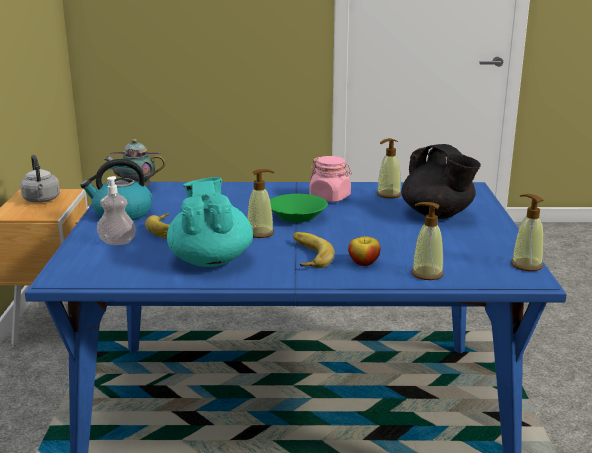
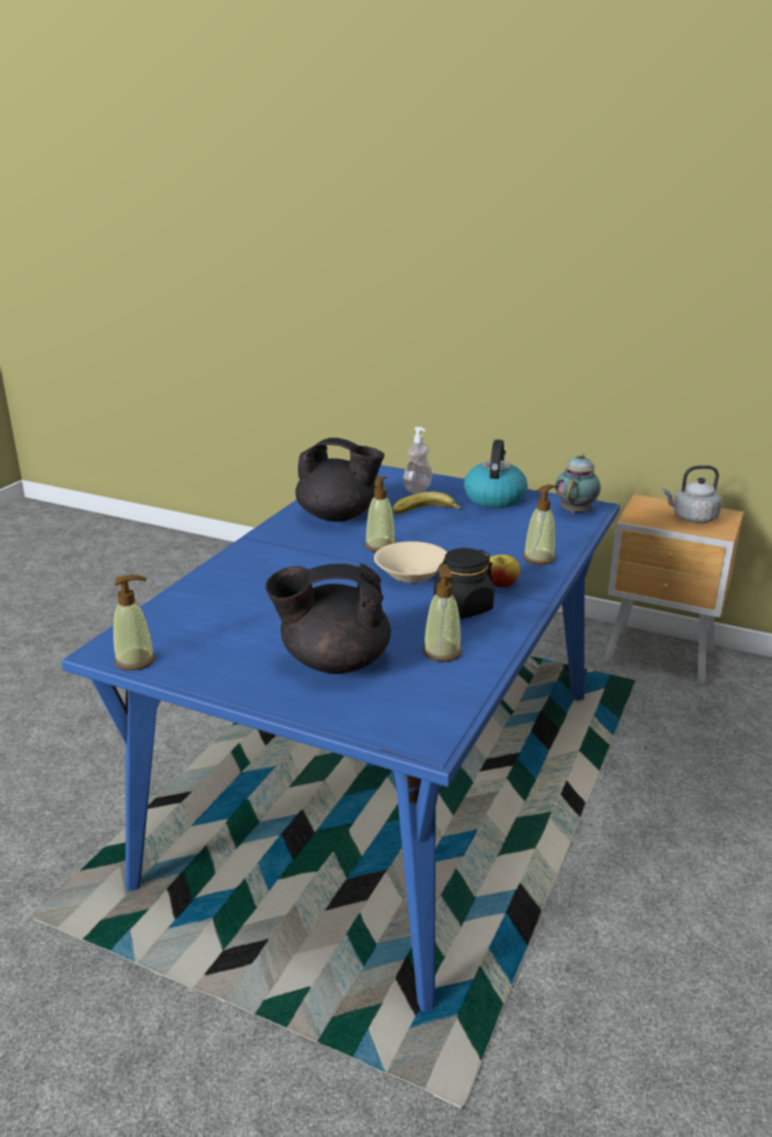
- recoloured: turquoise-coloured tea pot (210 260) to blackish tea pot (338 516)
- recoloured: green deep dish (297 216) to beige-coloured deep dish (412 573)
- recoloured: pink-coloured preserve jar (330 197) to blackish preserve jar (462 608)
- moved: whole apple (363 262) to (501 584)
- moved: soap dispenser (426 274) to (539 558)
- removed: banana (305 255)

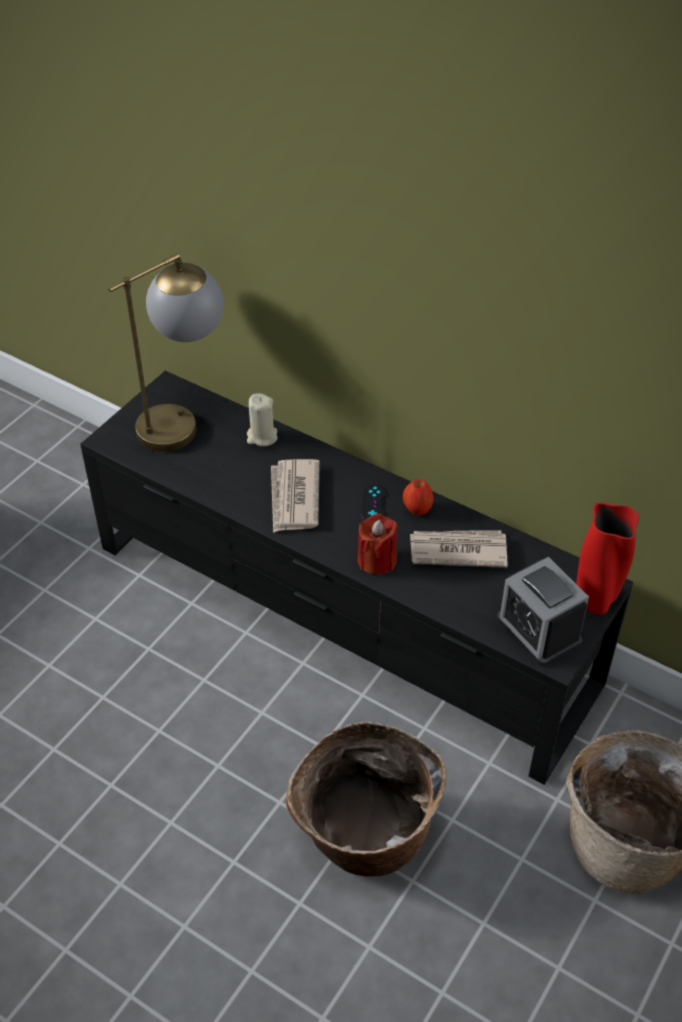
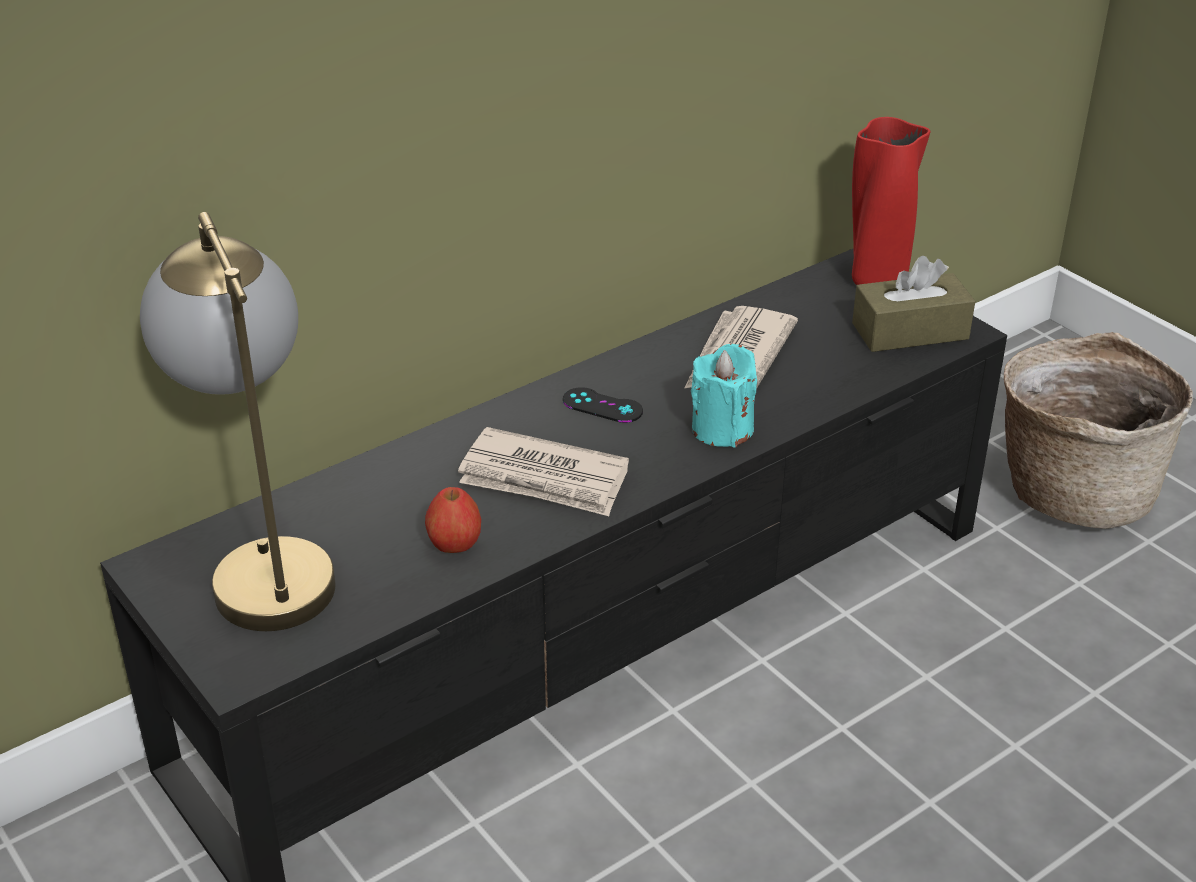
- moved: whole apple (417 509) to (454 546)
- recoloured: reddish candle (377 560) to turquoise-coloured candle (722 429)
- replaced: bedside clock (538 630) to brown-coloured tissue box (910 331)
- removed: beige-coloured candle (262 437)
- removed: basket (364 838)

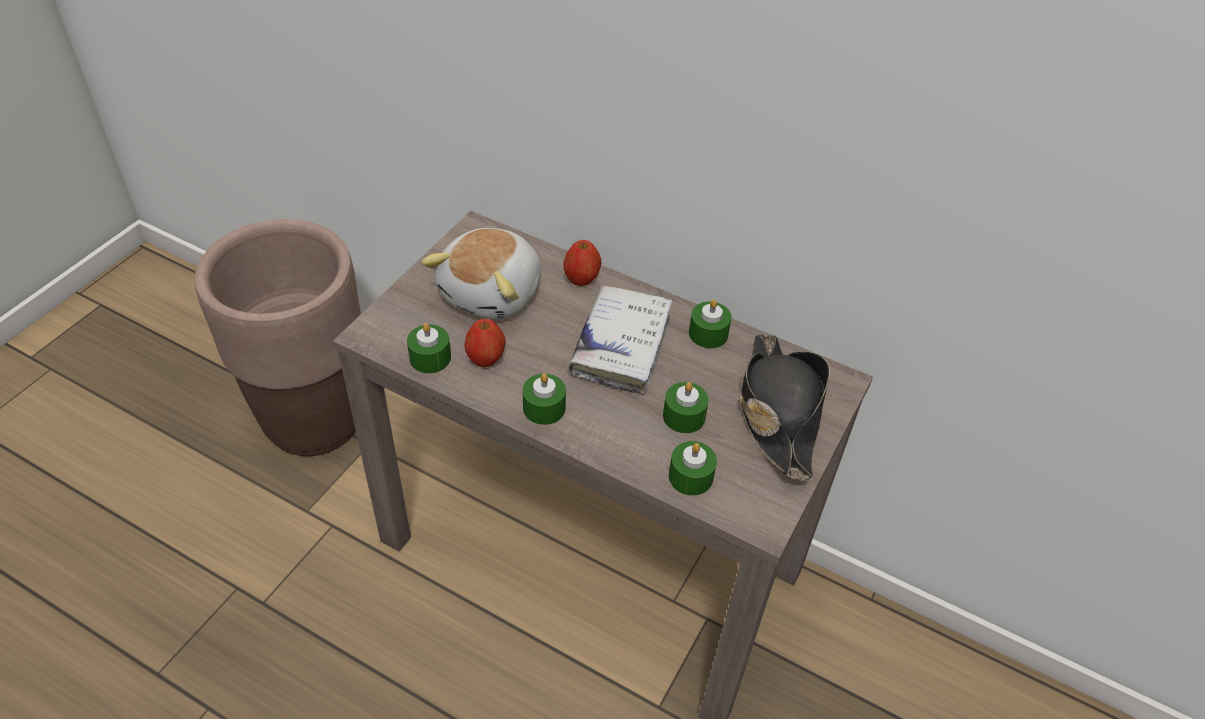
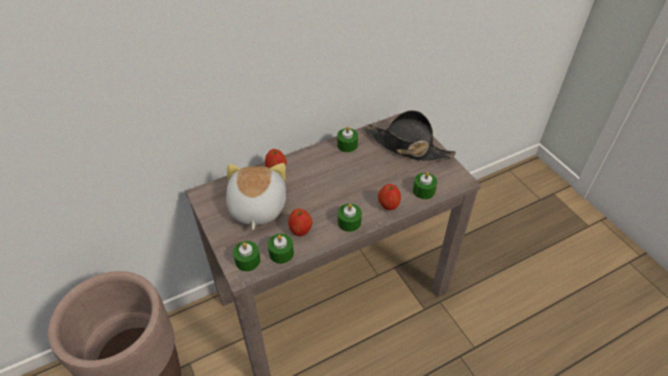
- turned: cuddly toy (493 293) = (256 208) 150 degrees counterclockwise
- moved: green candle (684 416) to (247 260)
- added: whole apple (388 205)
- removed: white-coloured bound book (621 346)

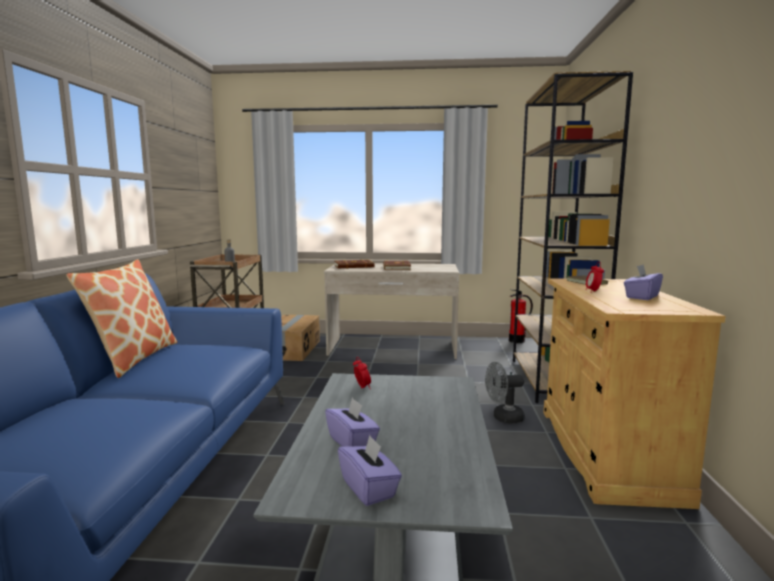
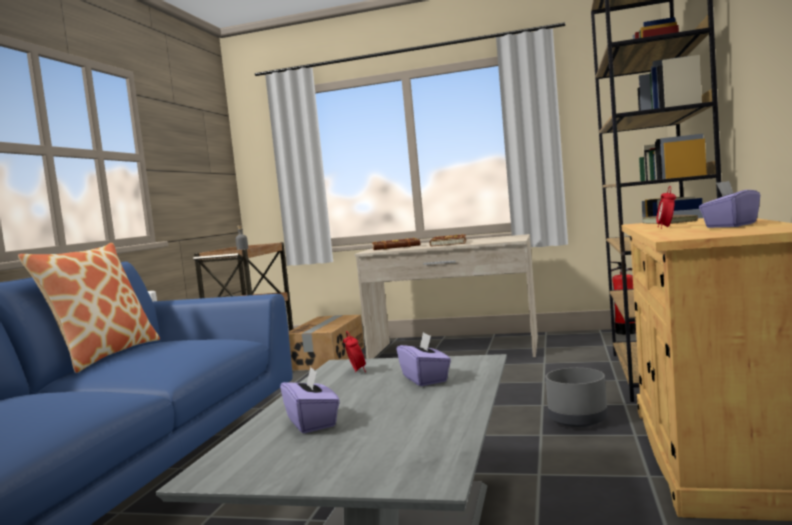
- moved: purple tissue box (369 488) to (425 379)
- replaced: gray cooling fan (503 418) to gray plant pot (578 420)

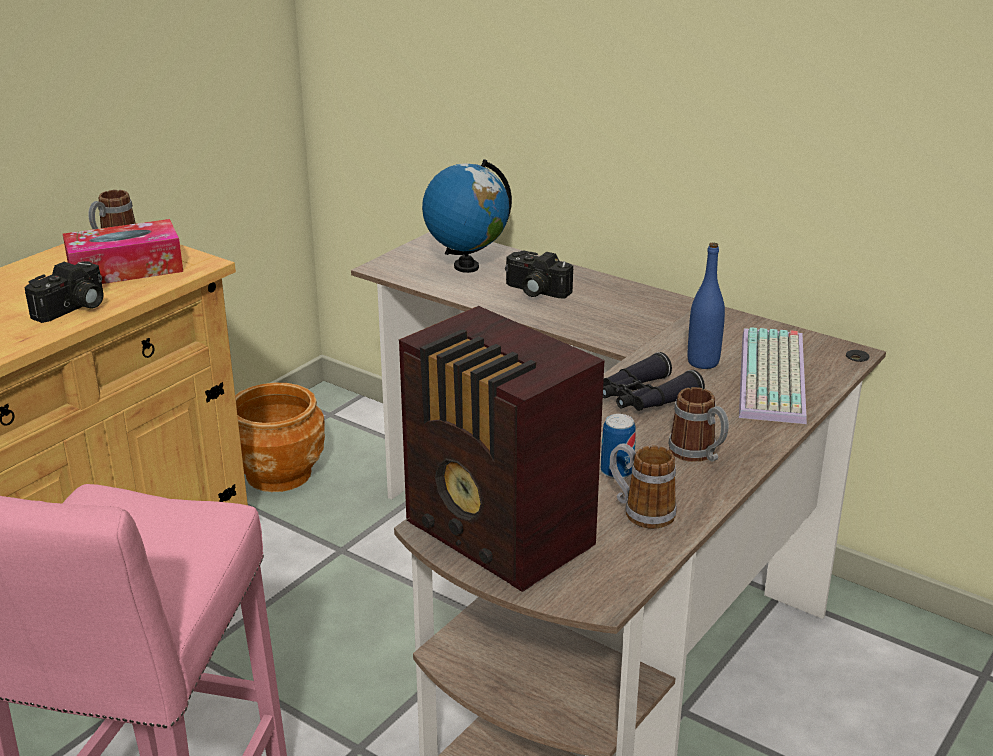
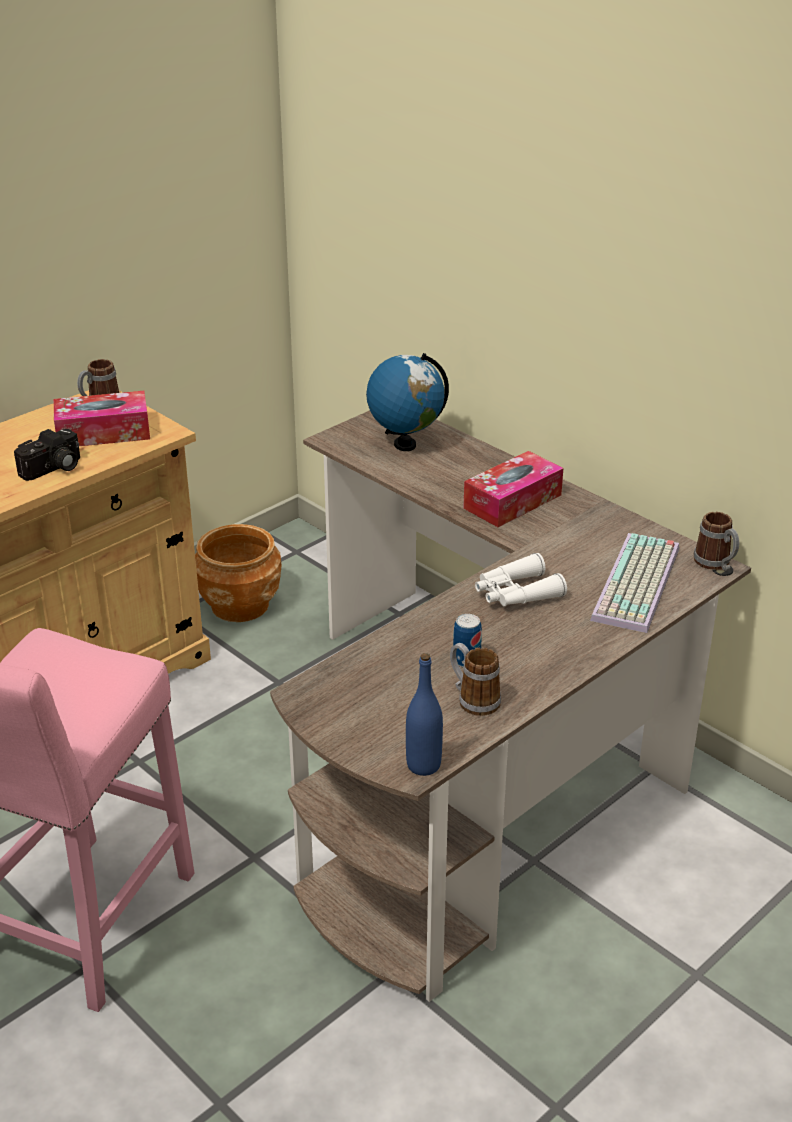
- moved: bluish drink bottle (703 362) to (423 765)
- added: tissue box (512 501)
- recoloured: blackish pair of binoculars (645 398) to white-coloured pair of binoculars (516 593)
- moved: tea mug (698 454) to (716 564)
- removed: radio (499 538)
- removed: photo camera (534 291)

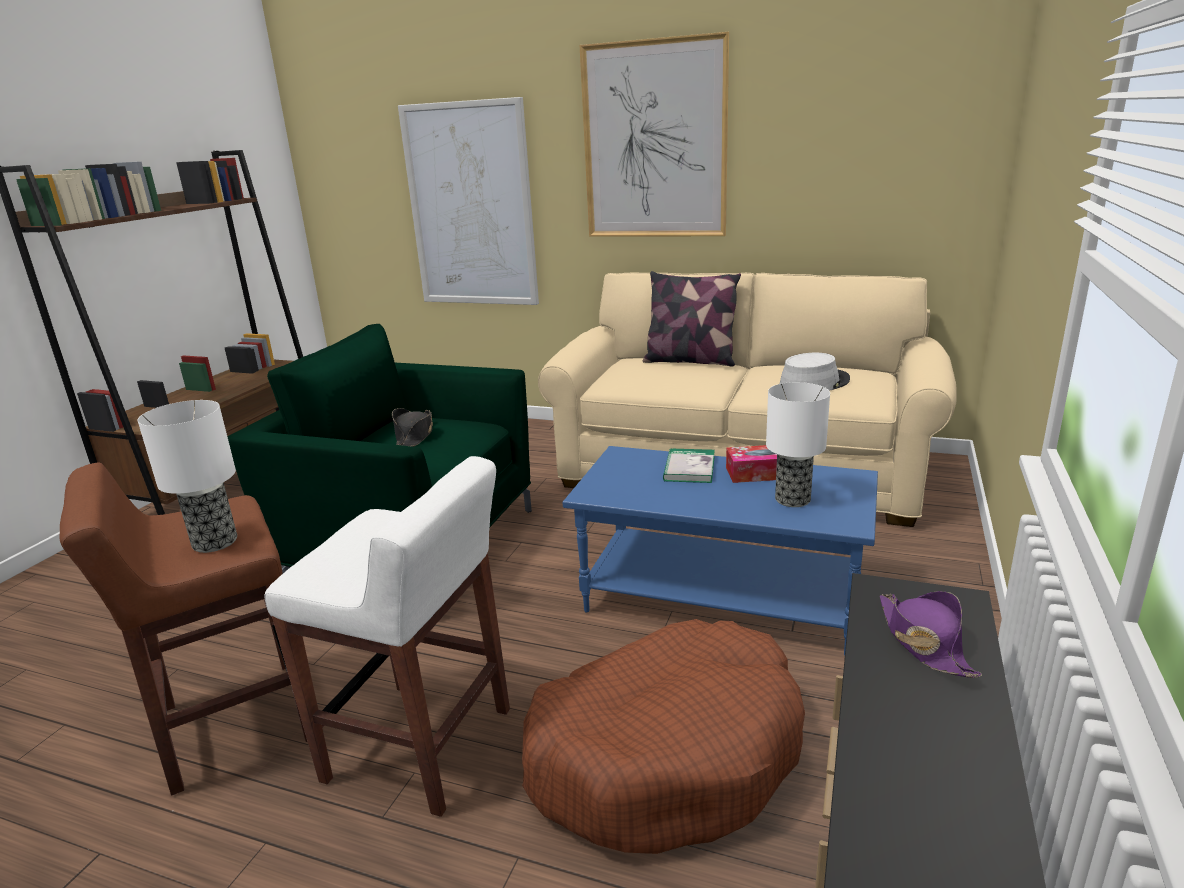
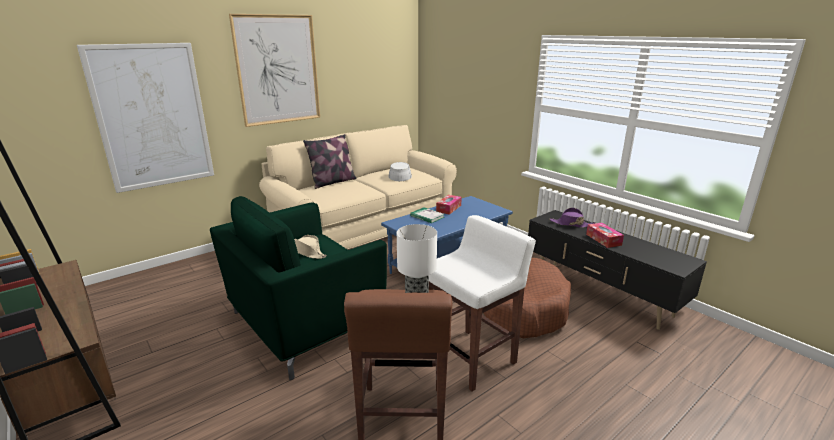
- recoloured: blackish wearable hat (414 436) to beige-coloured wearable hat (307 252)
- added: tissue box (603 239)
- removed: lamp for a table (792 499)

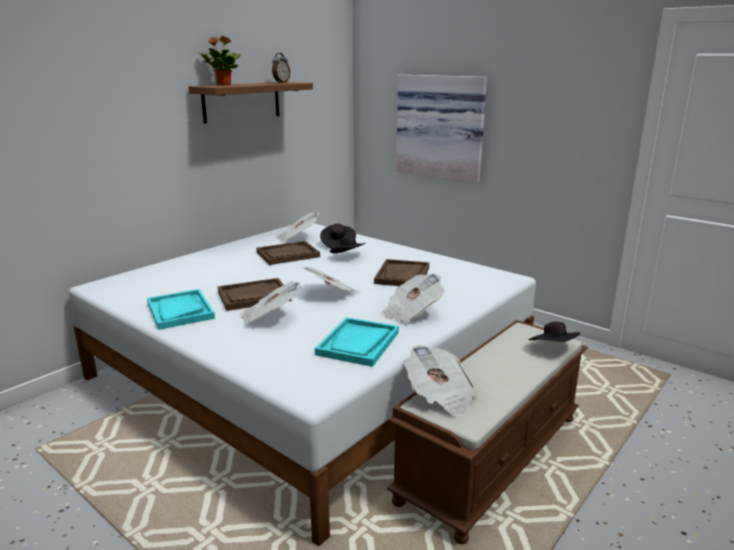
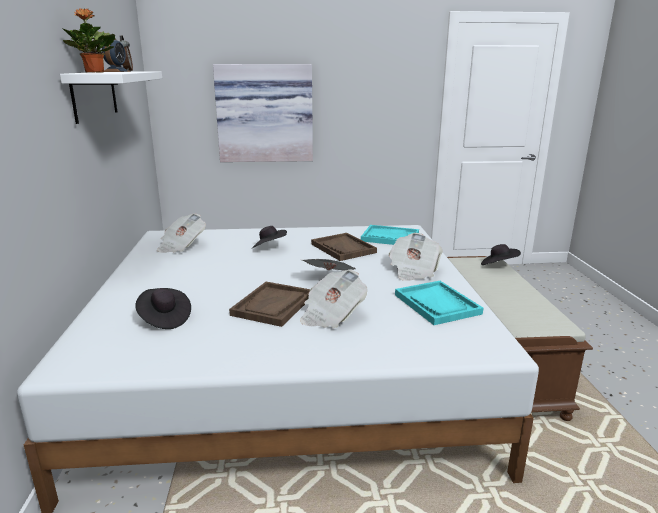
- recoloured: brown-coloured wall shelf (242 101) to white-coloured wall shelf (94 95)
- added: bedside clock (116 71)
- moved: blackish wearable hat (337 244) to (164 319)
- moved: turquoise-coloured tray (180 311) to (390 237)
- removed: brown-coloured tray (288 254)
- removed: printed paper (440 397)

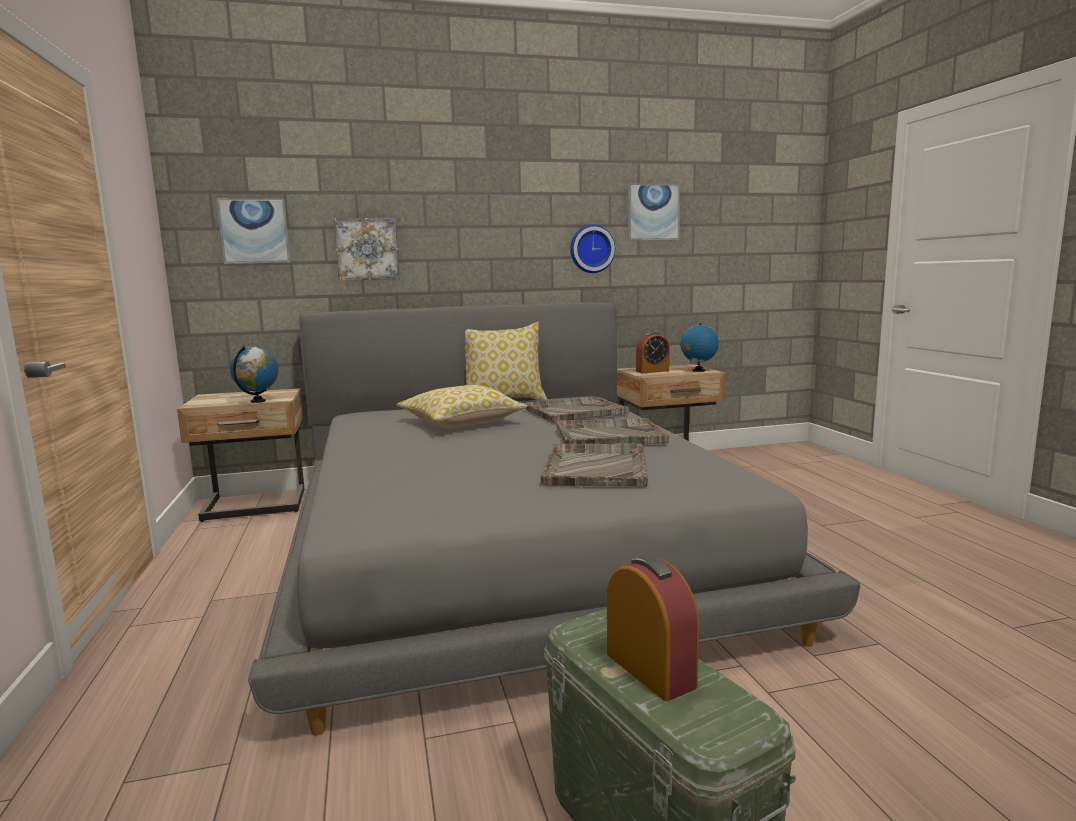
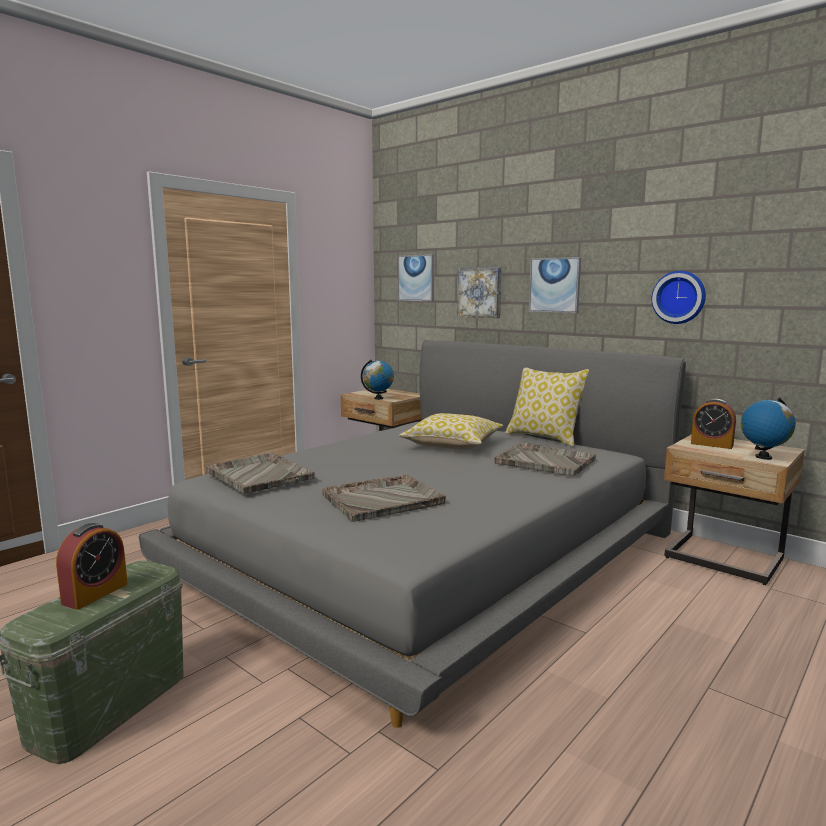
- moved: gray tray (608 435) to (259 474)
- moved: wall picture (652 212) to (555 285)

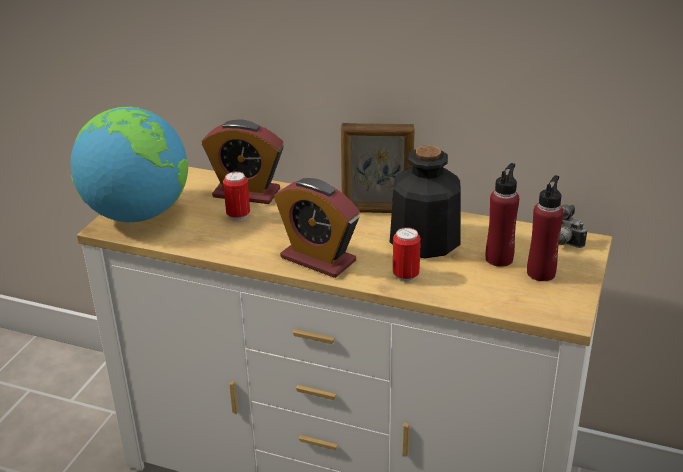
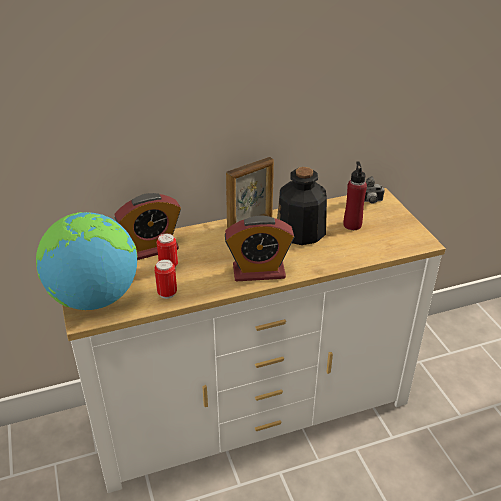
- moved: metal can (405 276) to (167 293)
- removed: reddish drink bottle (541 273)

